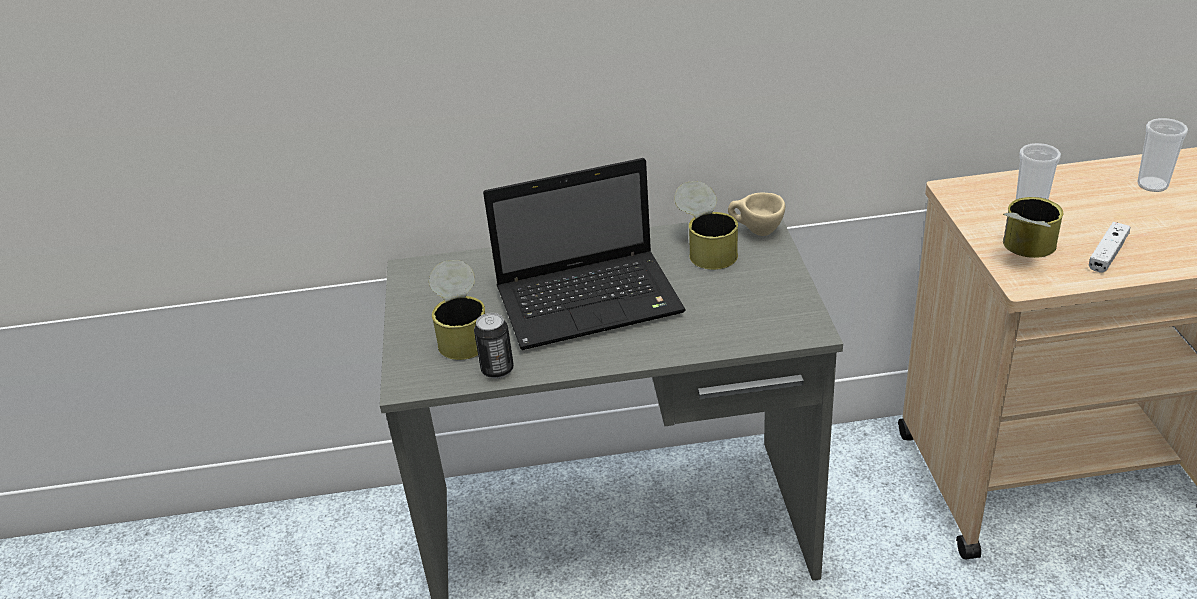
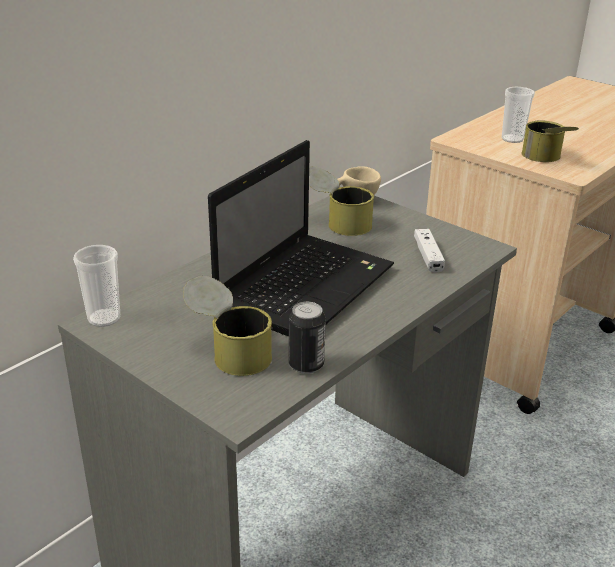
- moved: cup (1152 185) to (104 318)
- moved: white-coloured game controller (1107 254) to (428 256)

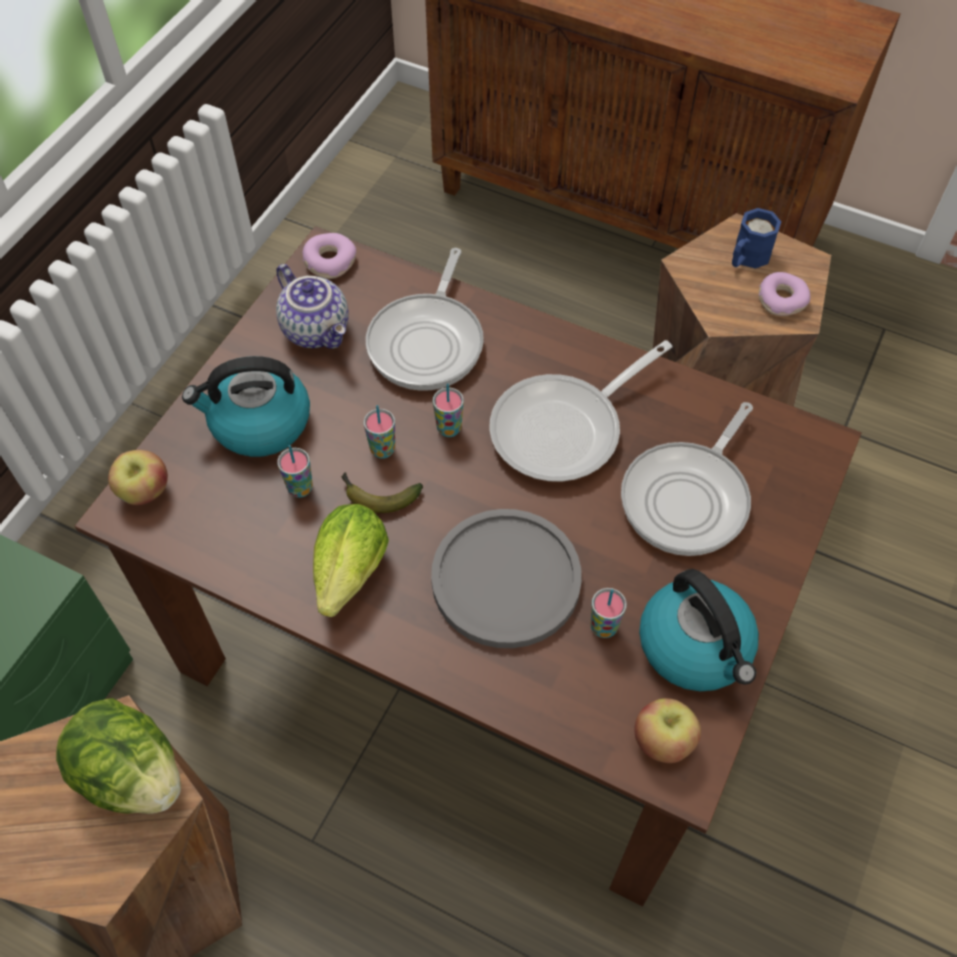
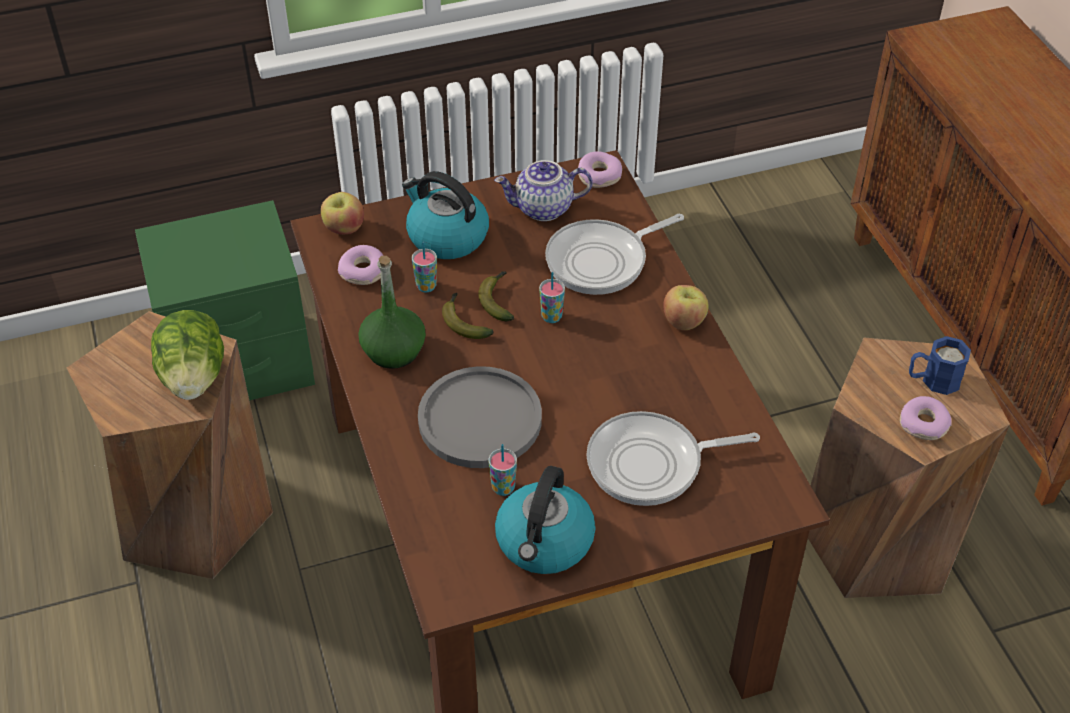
- added: doughnut (363 271)
- replaced: lettuce head (348 578) to green drink bottle (394 351)
- replaced: cup (382 450) to banana (498 300)
- turned: tea pot (318 330) = (543 209) 75 degrees clockwise
- moved: whole apple (663 740) to (684 321)
- removed: pan (565 429)

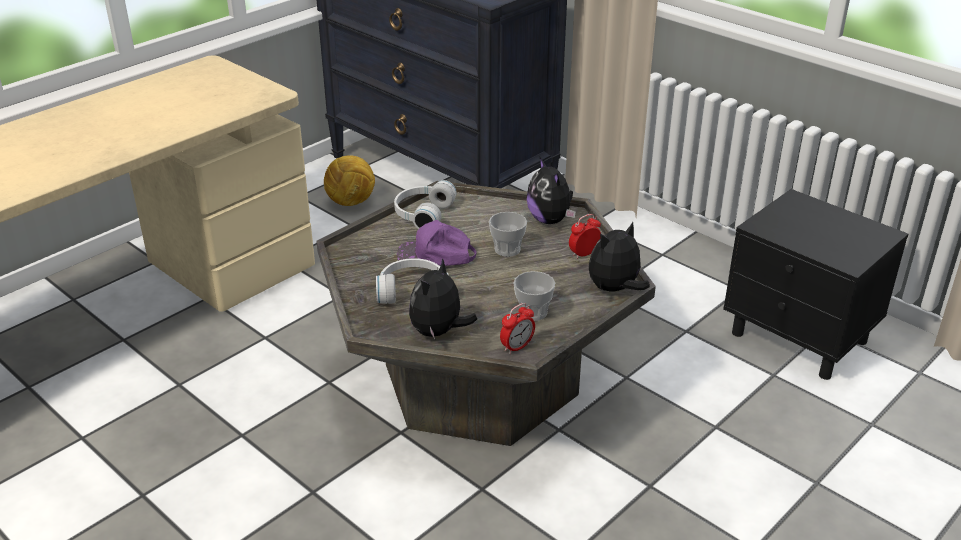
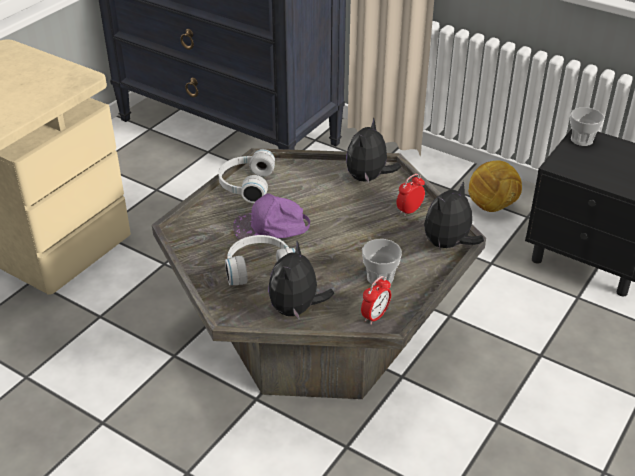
- turned: cuddly toy (550 220) = (368 178) 60 degrees clockwise
- moved: football (351 202) to (492 206)
- moved: cup (507 249) to (581 140)

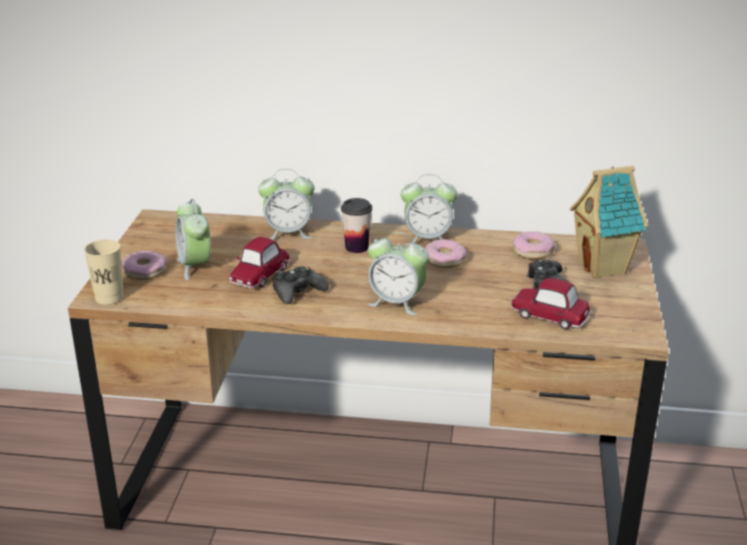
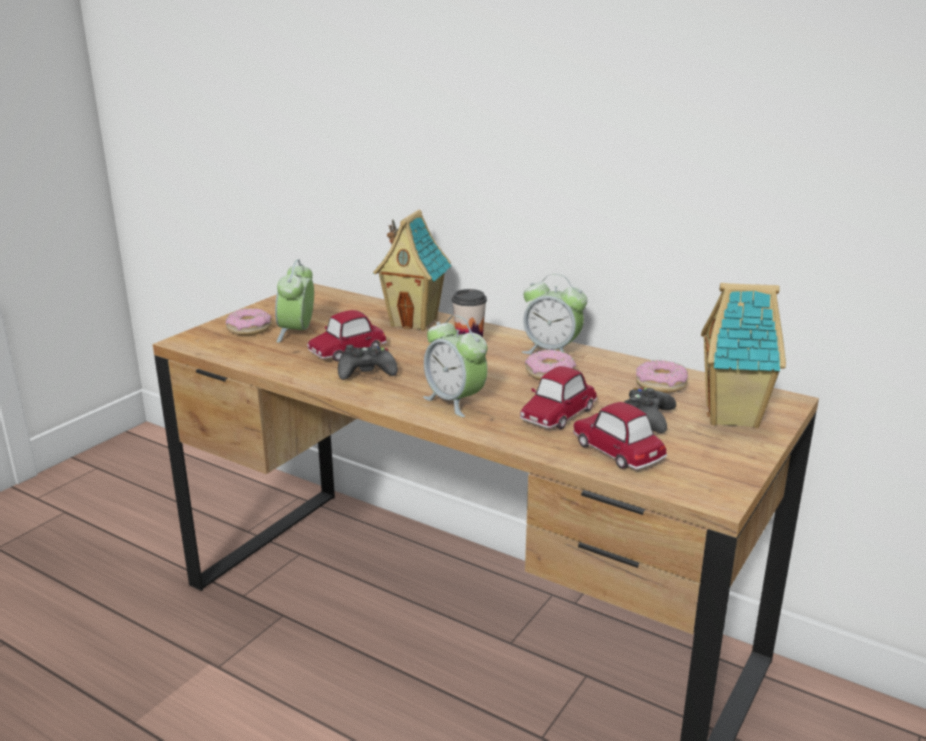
- replaced: bedside clock (288 233) to toy house (415 322)
- added: toy car (557 414)
- removed: beige-coloured cup (109 297)

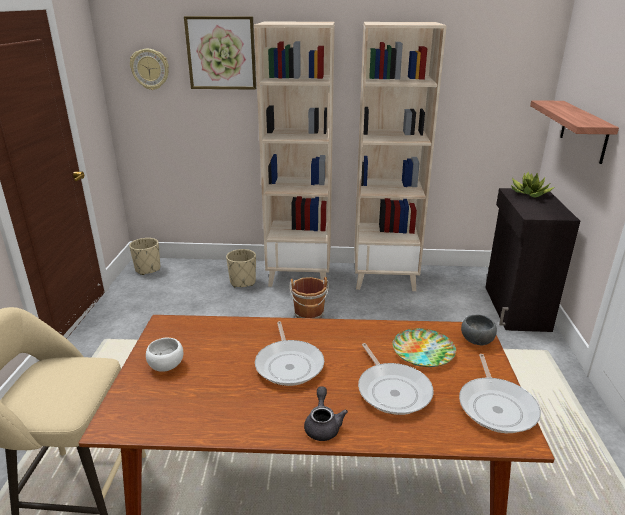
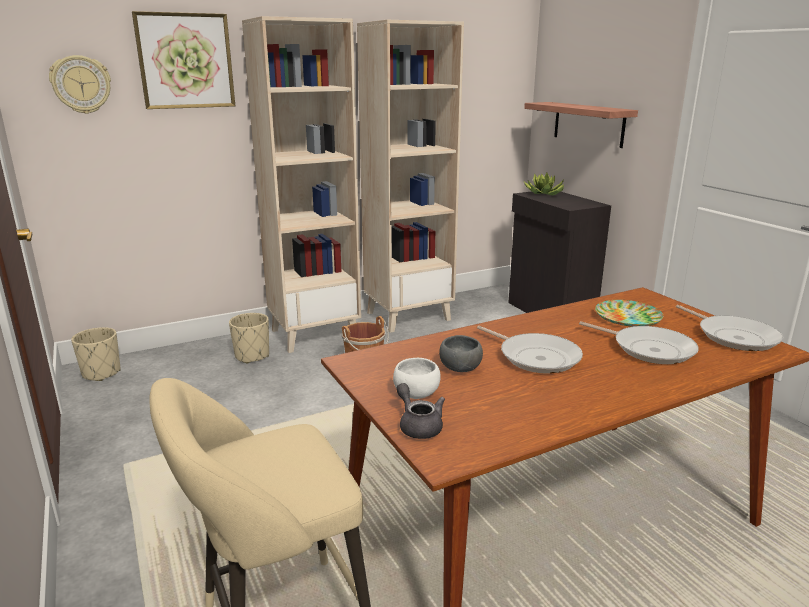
- moved: gray tea pot (323 425) to (418 425)
- moved: gray deep dish (475 340) to (459 368)

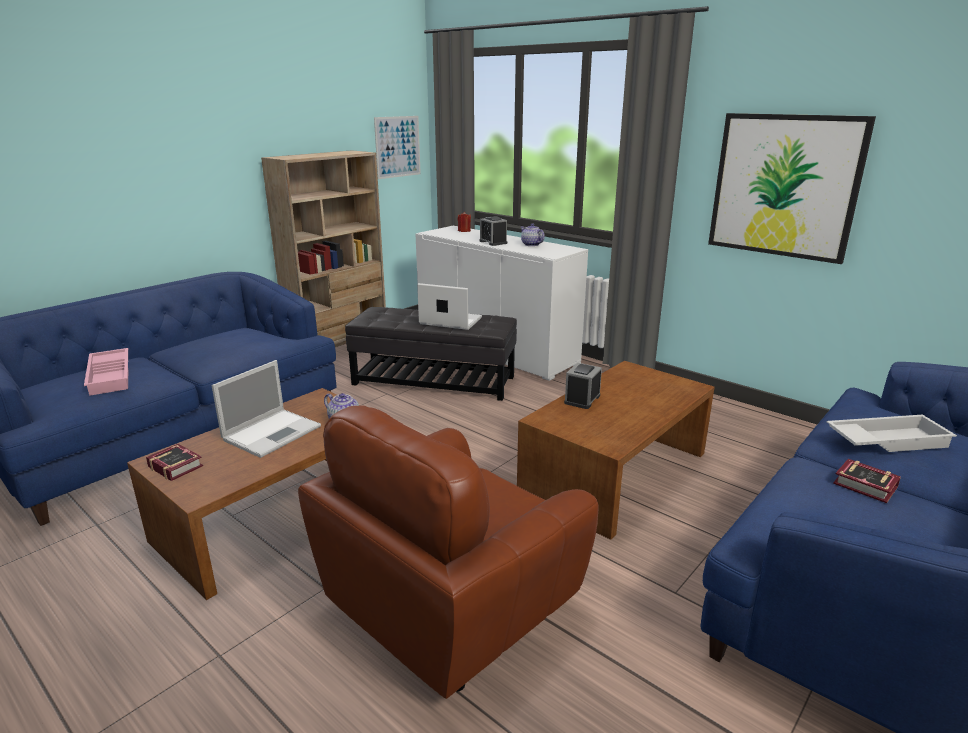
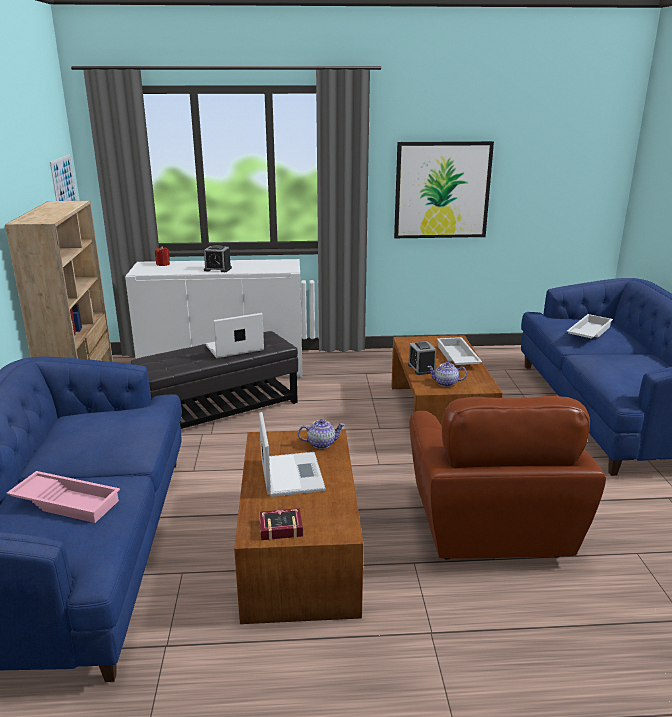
- moved: tea pot (531 244) to (445 383)
- added: white-coloured tray (456 357)
- removed: bound book (867 487)

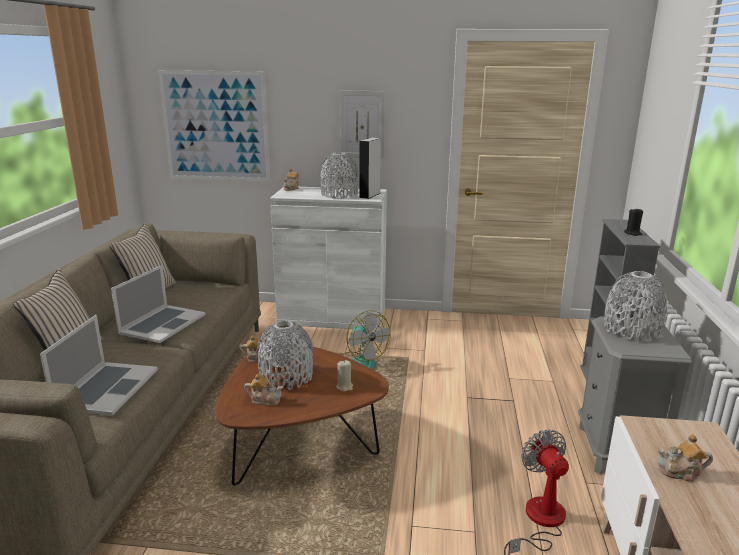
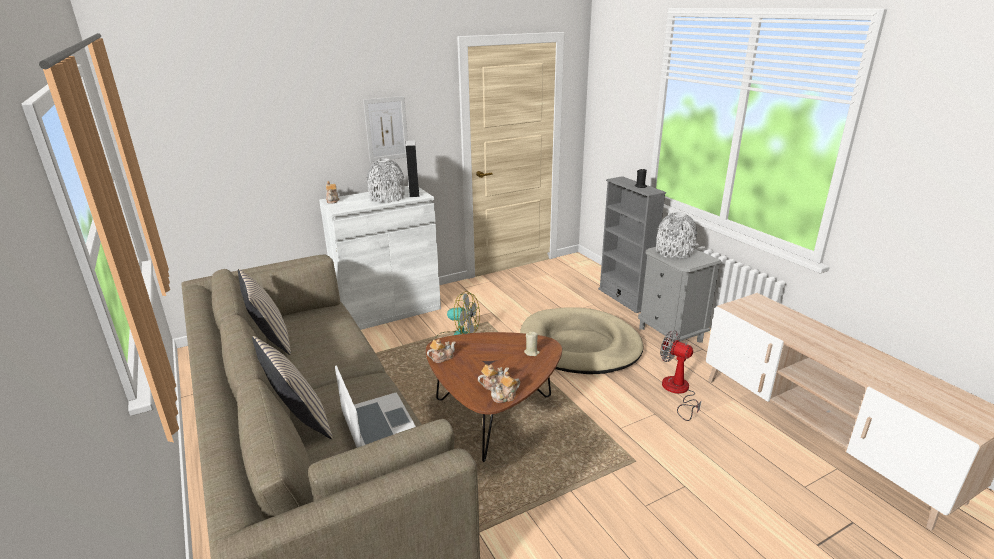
- moved: tea pot (681 472) to (505 397)
- added: beige-coloured dog bed (579 345)
- removed: laptop (162 324)
- removed: wall picture (215 126)
- removed: gray decorative vase (286 377)

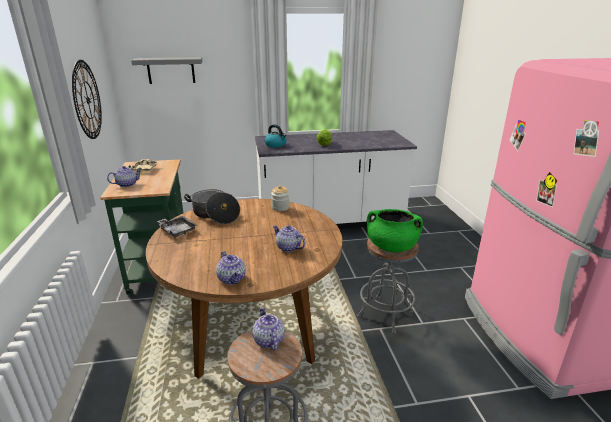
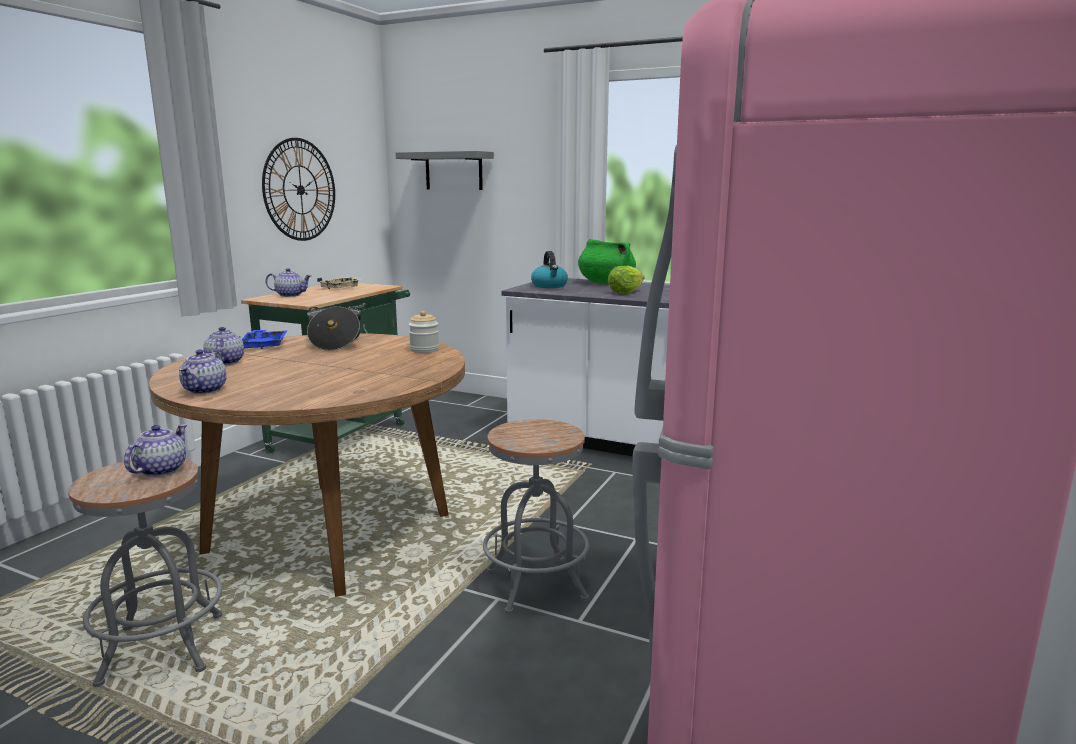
- moved: tea pot (288 248) to (225 362)
- recoloured: gray tray (177 230) to bluish tray (265 345)
- moved: green cooking pot (391 247) to (605 283)

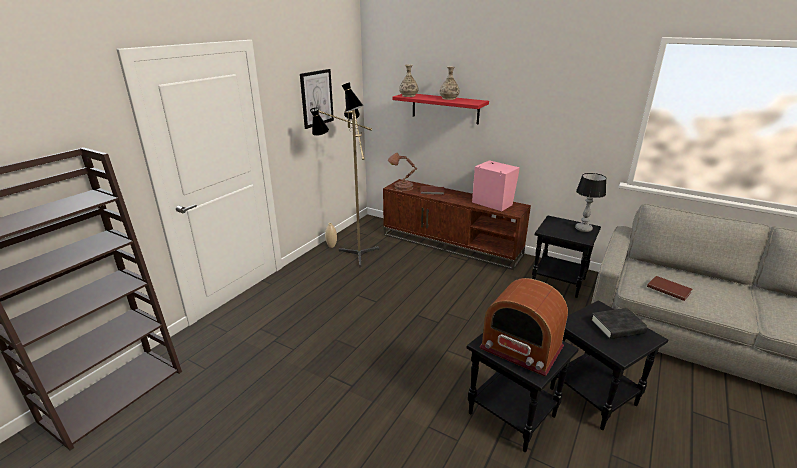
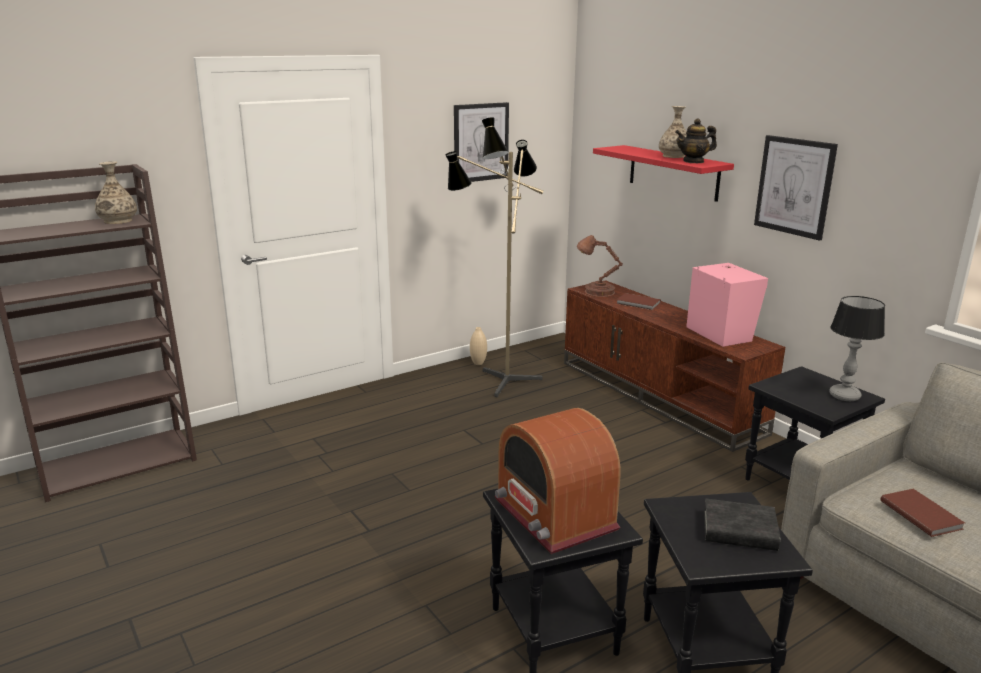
- moved: decorative vase (408 95) to (118 221)
- added: tea pot (693 161)
- added: wall picture (794 186)

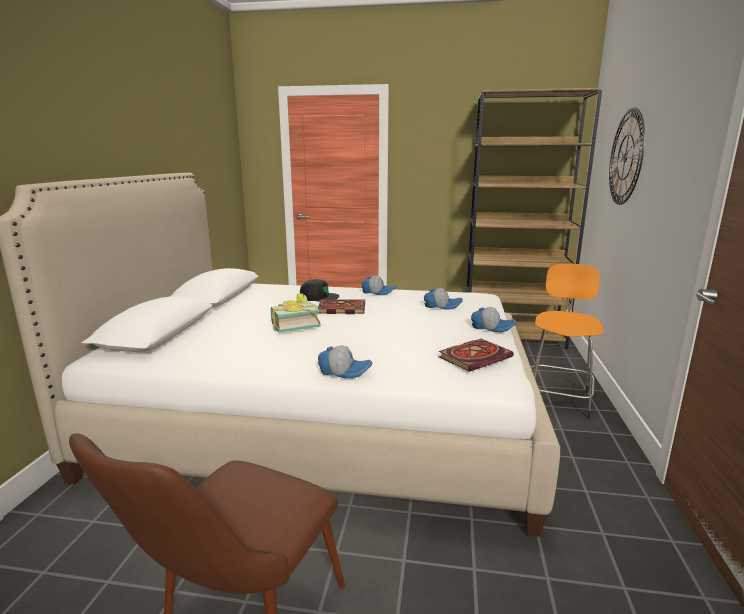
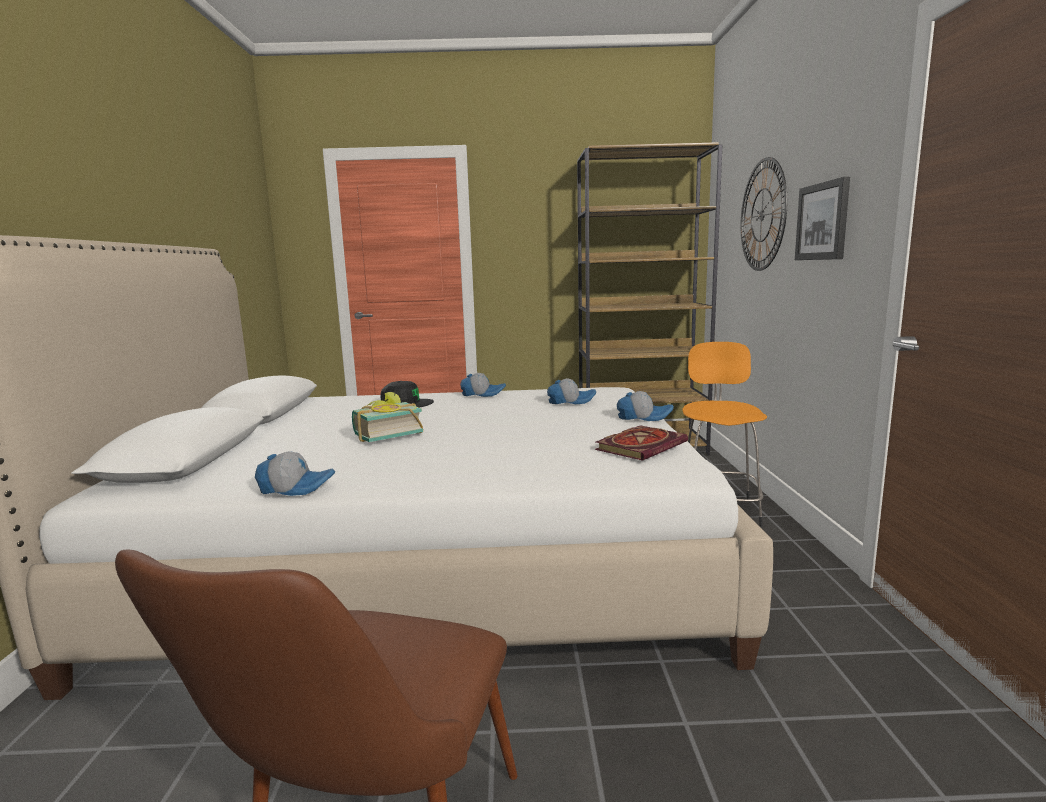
- moved: baseball cap (344 371) to (296 488)
- added: wall picture (823 221)
- removed: bound book (340 309)

